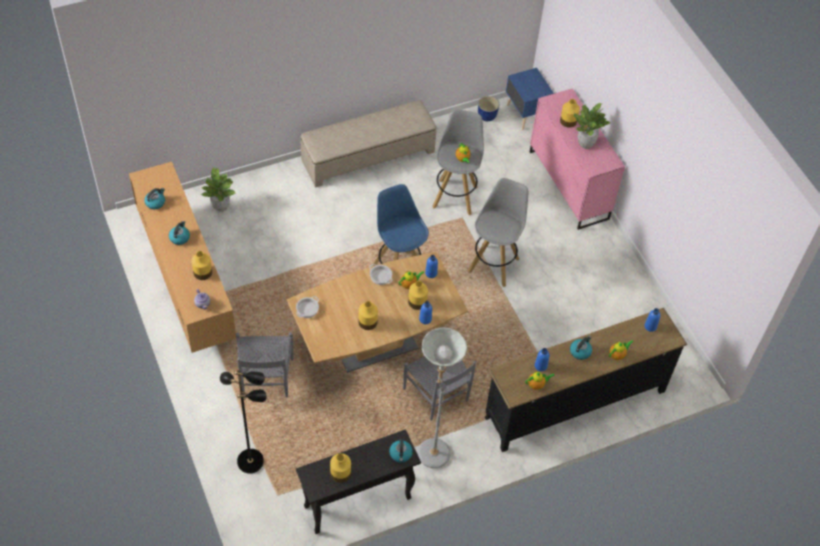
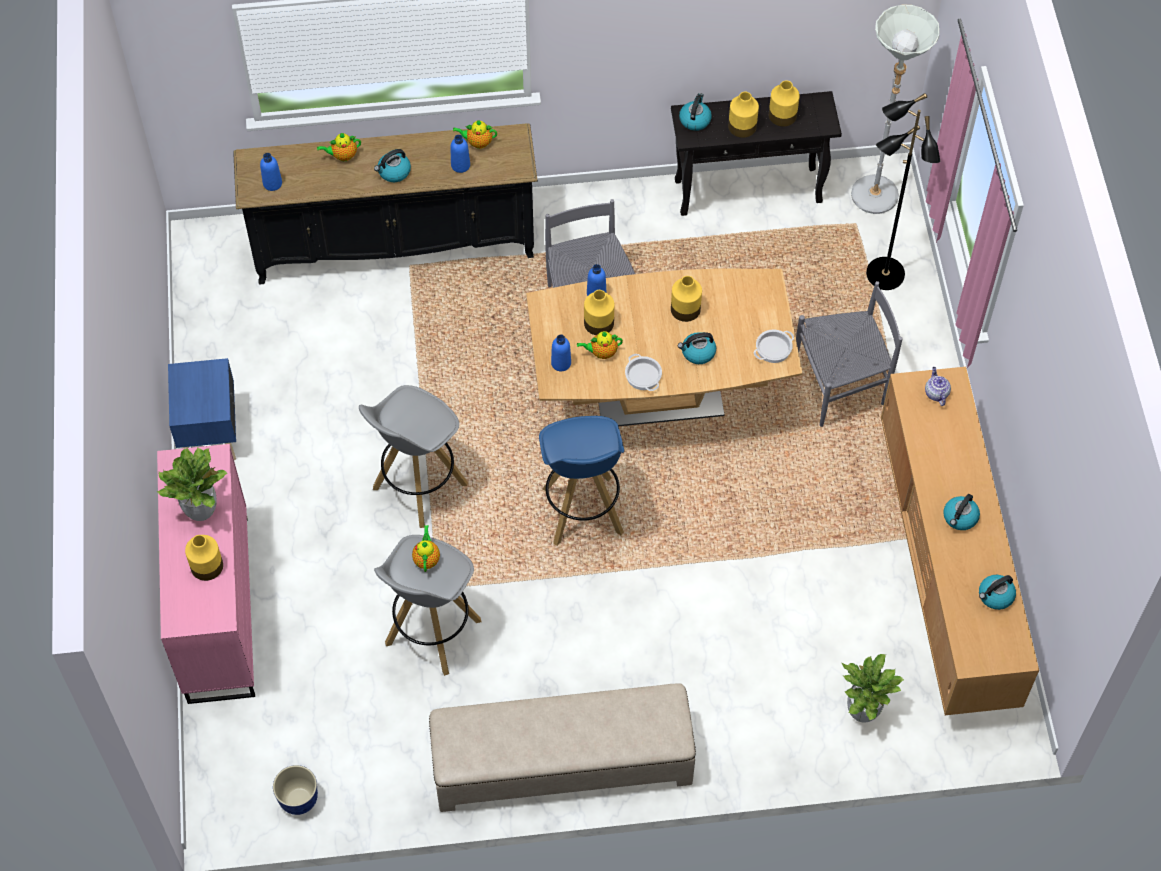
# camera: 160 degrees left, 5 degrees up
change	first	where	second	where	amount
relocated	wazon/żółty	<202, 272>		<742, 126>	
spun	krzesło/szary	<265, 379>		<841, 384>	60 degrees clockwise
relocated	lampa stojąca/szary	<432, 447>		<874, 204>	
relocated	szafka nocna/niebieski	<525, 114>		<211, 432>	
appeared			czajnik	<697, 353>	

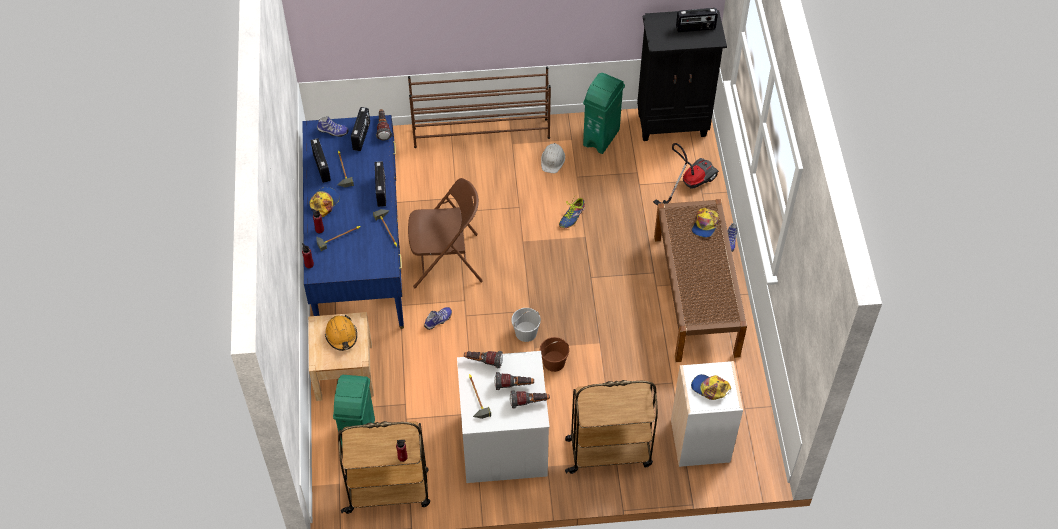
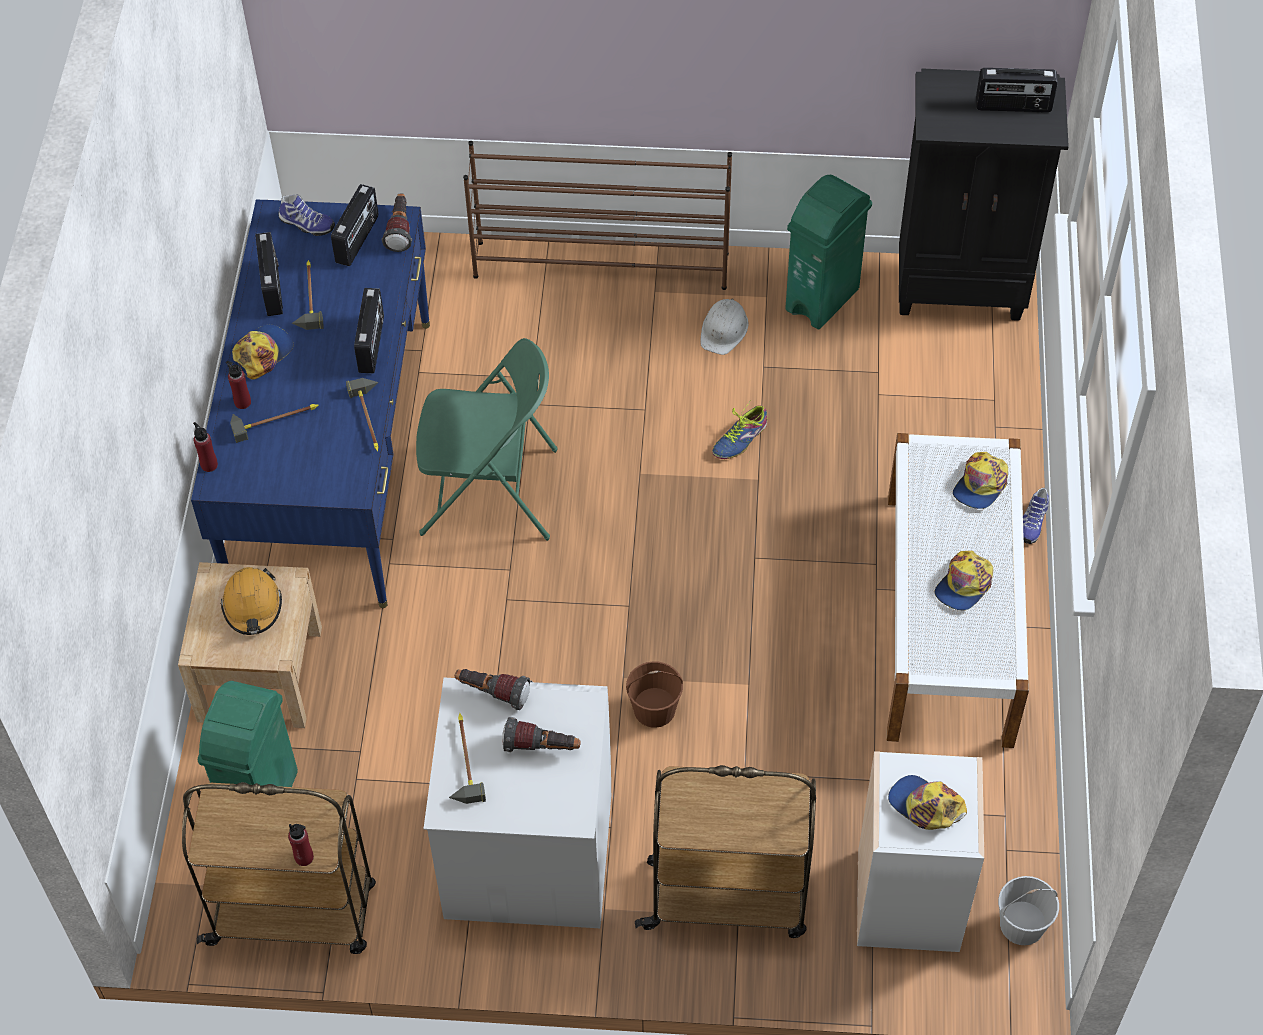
# camera: 10 degrees right, 0 degrees up
change	first	where	second	where	amount
colour	krzesło/brązowy	<445, 261>	krzesło/zielony	<489, 492>	
missing	but	<438, 320>			
missing	latarka	<529, 402>			
relocated	wiadro/biały	<525, 332>		<1021, 925>	
missing	odkurzacz	<688, 184>			
colour	ławka/brązowy	<696, 295>	ławka/biały	<950, 617>	
appeared			czapka z daszkiem	<964, 585>	

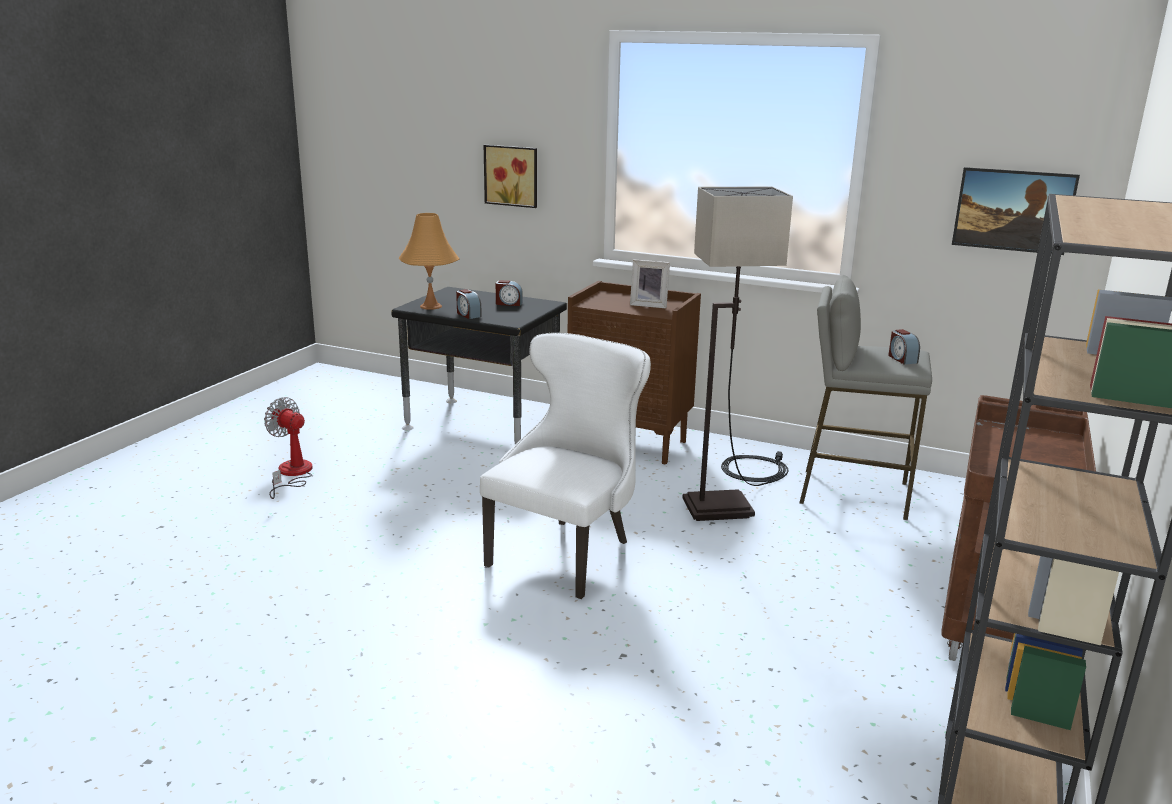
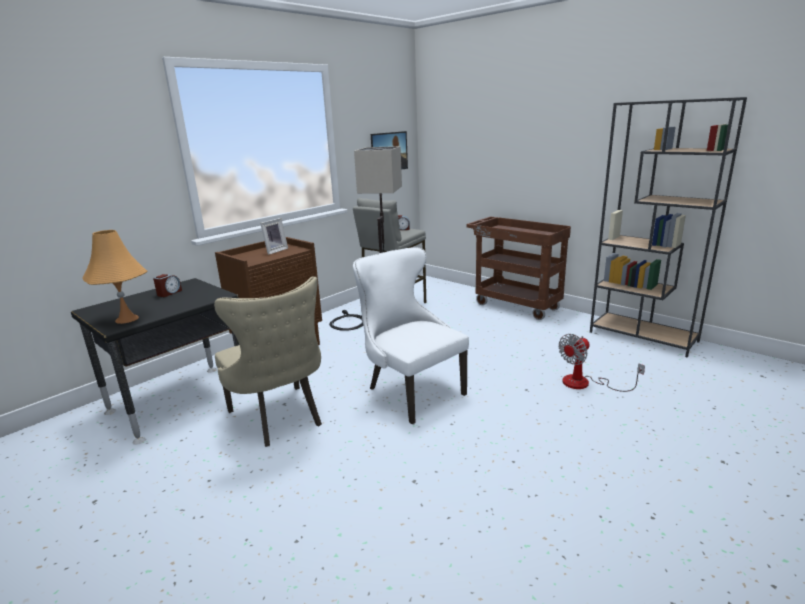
# camera: 70 degrees left, 0 degrees up
change	first	where	second	where	amount
relocated	wentylator	<292, 474>		<585, 383>	
missing	budzik	<468, 315>			
missing	obraz	<512, 175>			
appeared			krzesło/beżowy	<280, 417>	

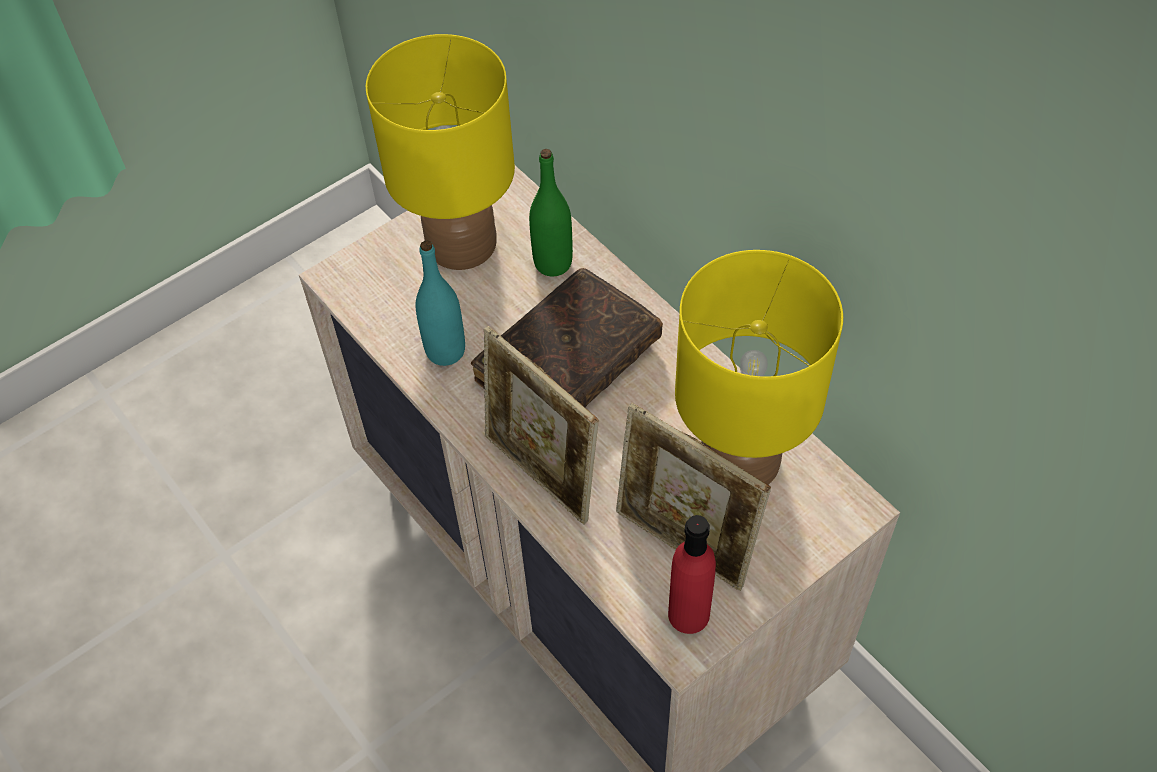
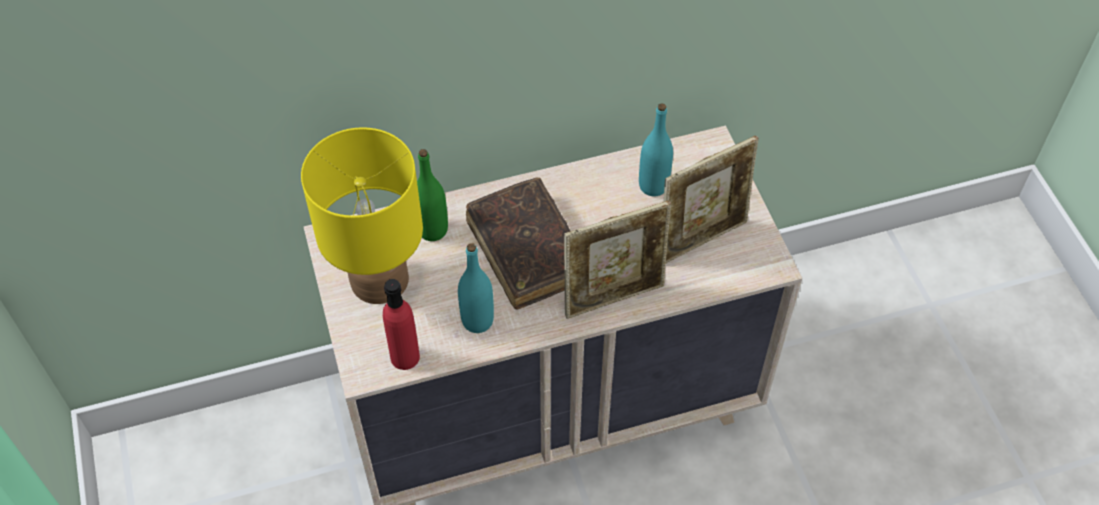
# camera: 70 degrees left, 0 degrees up
change	first	where	second	where	amount
relocated	butelka/czerwony	<688, 614>		<405, 357>	
exchanged	lampa stołowa/żółty	<741, 460>	butelka/turkusowy	<653, 186>	

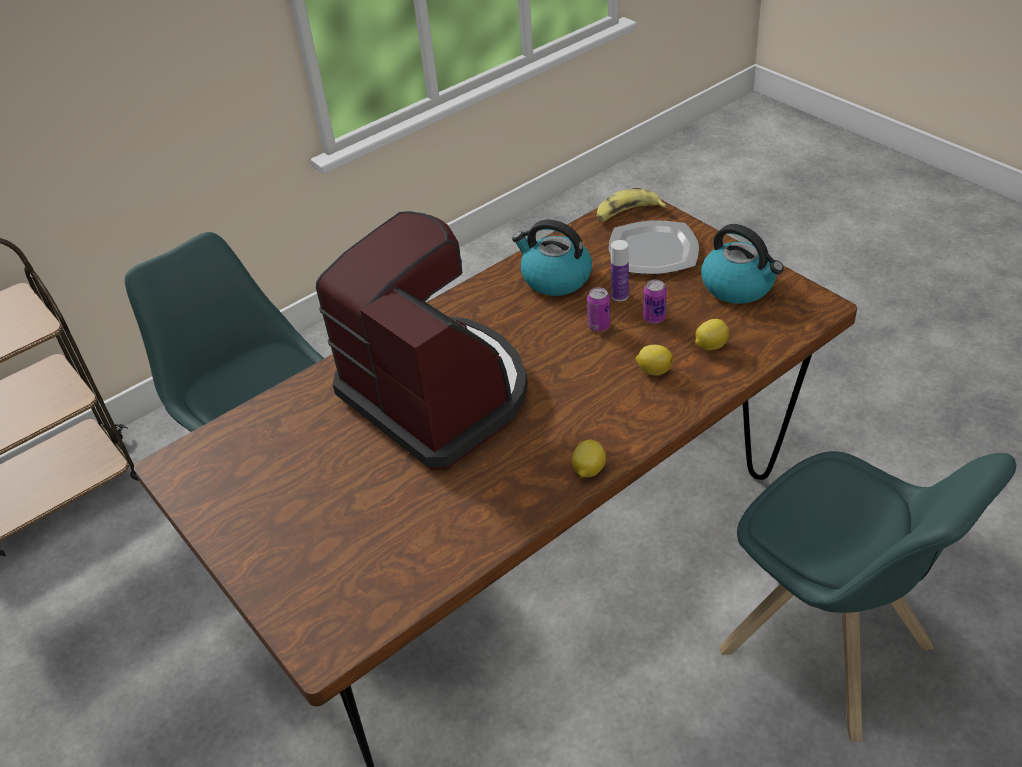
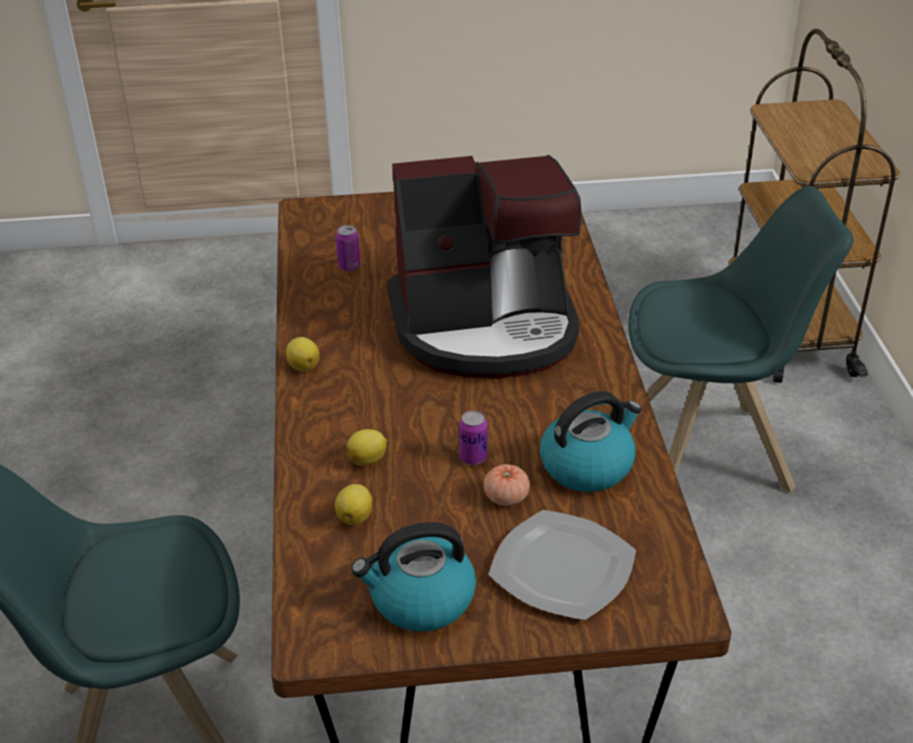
# camera: 120 degrees right, 5 degrees down
change	first	where	second	where	amount
missing	banan	<627, 214>			
exchanged	butelka	<619, 296>	pomidor	<506, 497>	
relocated	puszka	<654, 318>		<349, 266>	

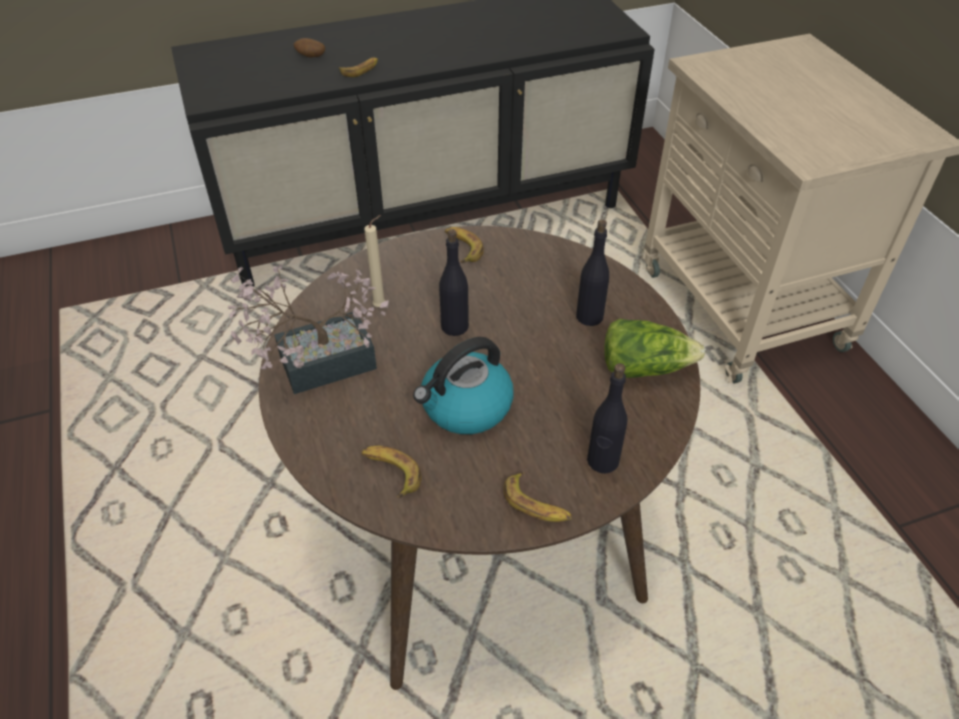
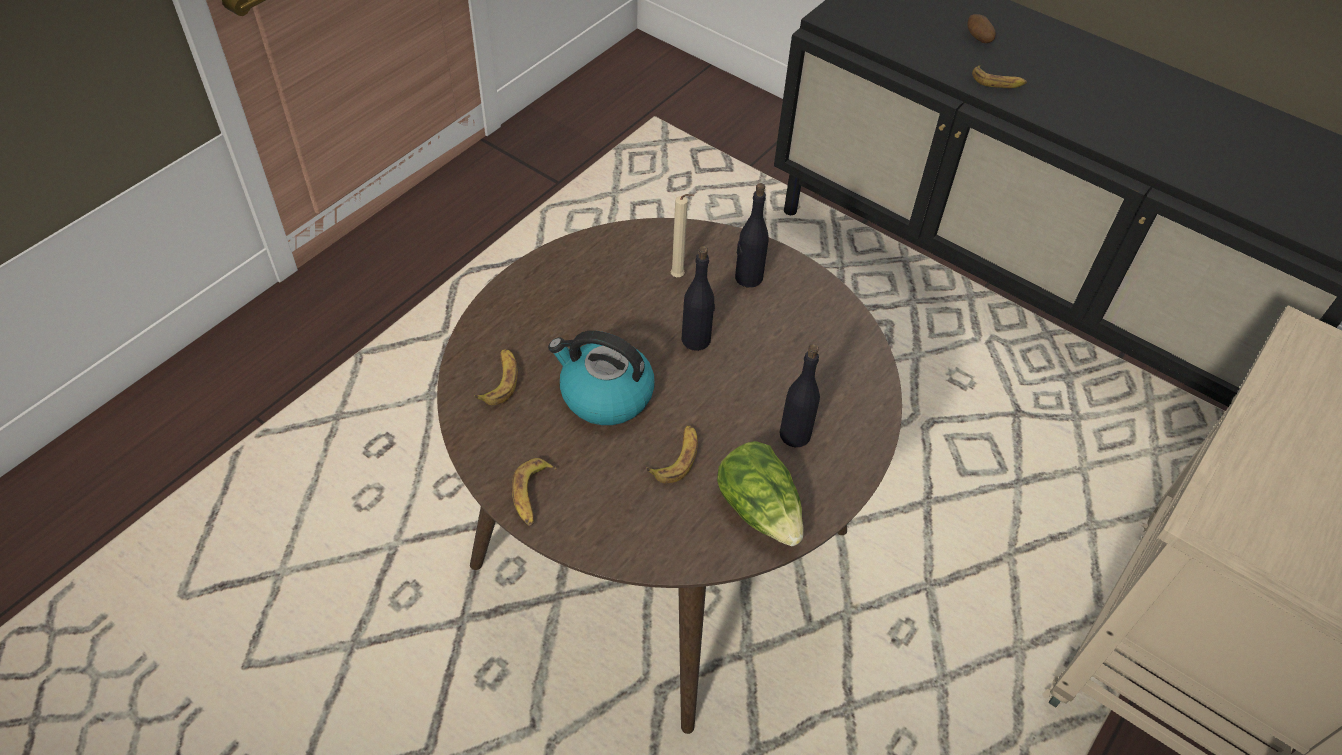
# camera: 55 degrees right, 5 degrees up
change	first	where	second	where	amount
missing	roślina doniczkowa	<316, 365>			
relocated	banan	<462, 248>		<676, 457>	
relocated	butelka/czarny	<602, 461>		<748, 278>	

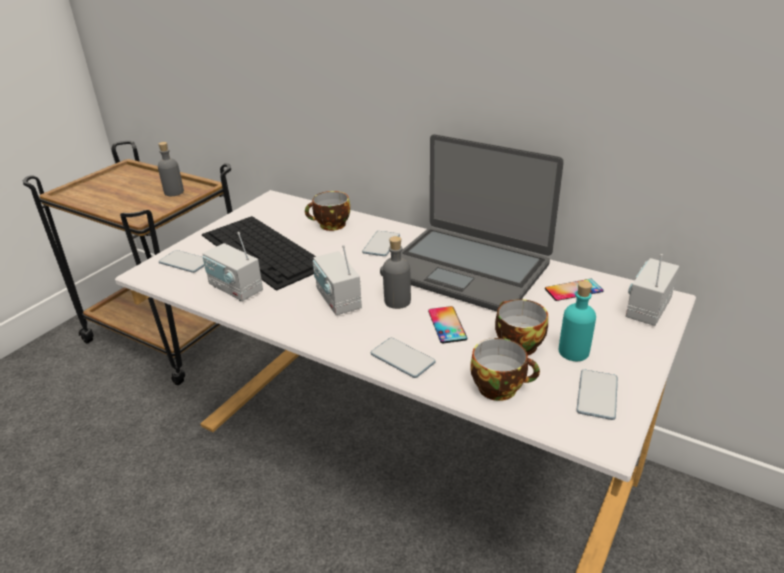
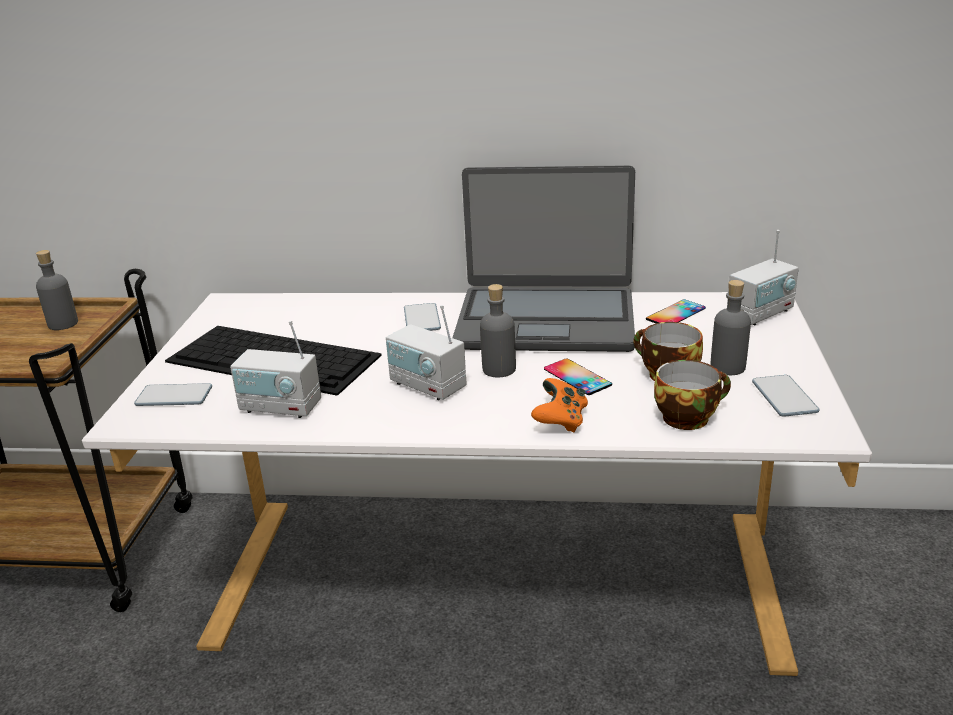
# camera: 25 degrees left, 5 degrees down
change	first	where	second	where	amount
missing	filiżanka	<331, 225>			
exchanged	telefon	<402, 358>	pad do gier/pomarańczowy	<561, 421>	
colour	butelka/turkusowy	<573, 352>	butelka/szary	<728, 367>	
spun	radio	<647, 309>		<760, 314>	135 degrees counterclockwise

